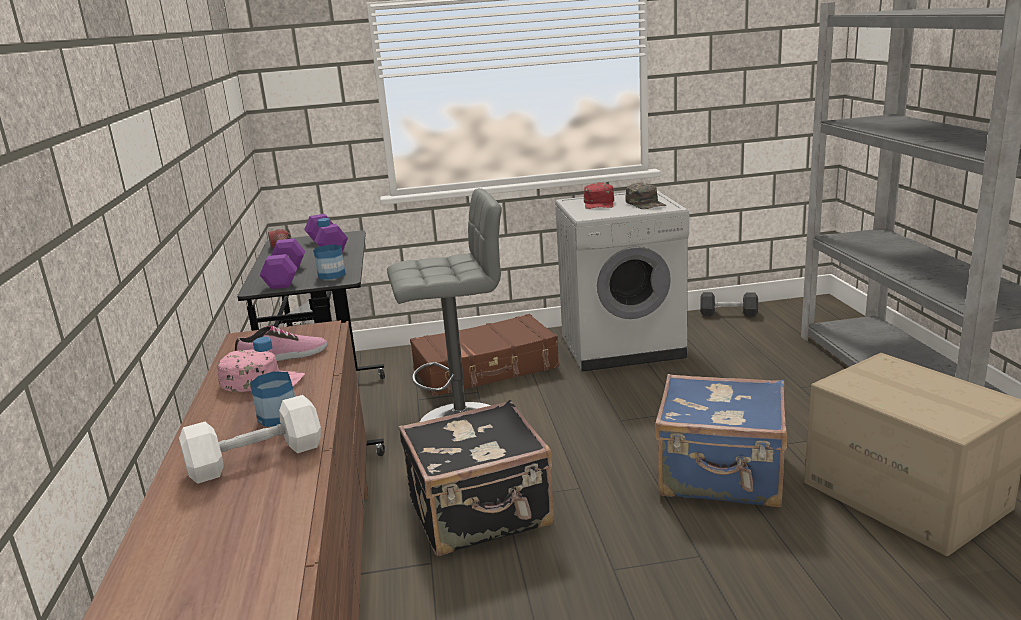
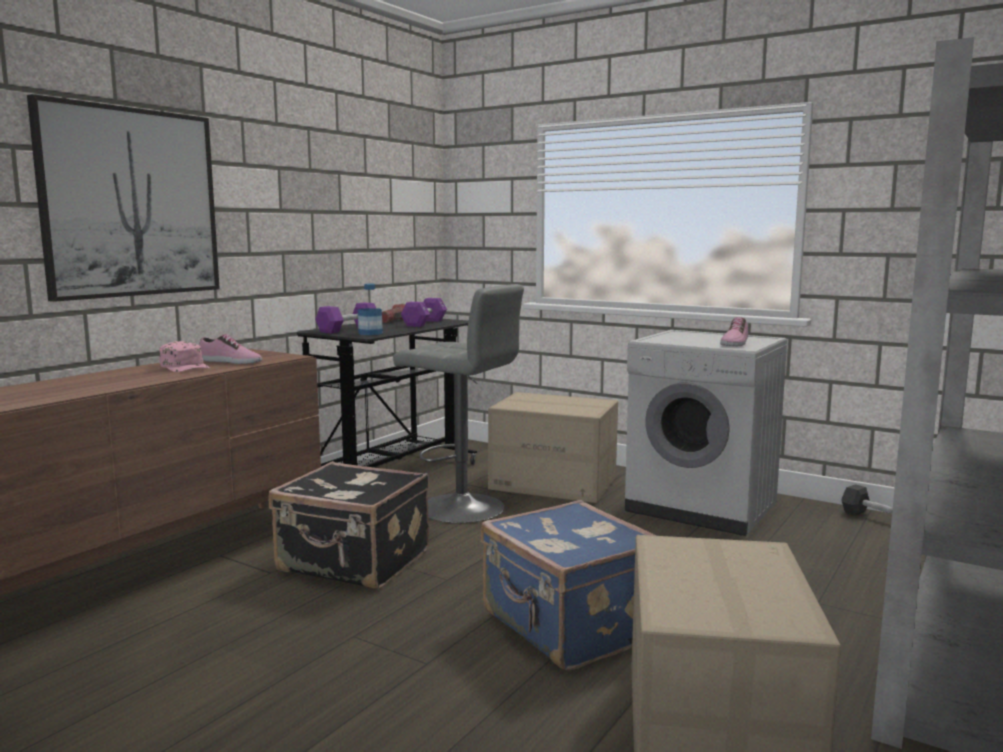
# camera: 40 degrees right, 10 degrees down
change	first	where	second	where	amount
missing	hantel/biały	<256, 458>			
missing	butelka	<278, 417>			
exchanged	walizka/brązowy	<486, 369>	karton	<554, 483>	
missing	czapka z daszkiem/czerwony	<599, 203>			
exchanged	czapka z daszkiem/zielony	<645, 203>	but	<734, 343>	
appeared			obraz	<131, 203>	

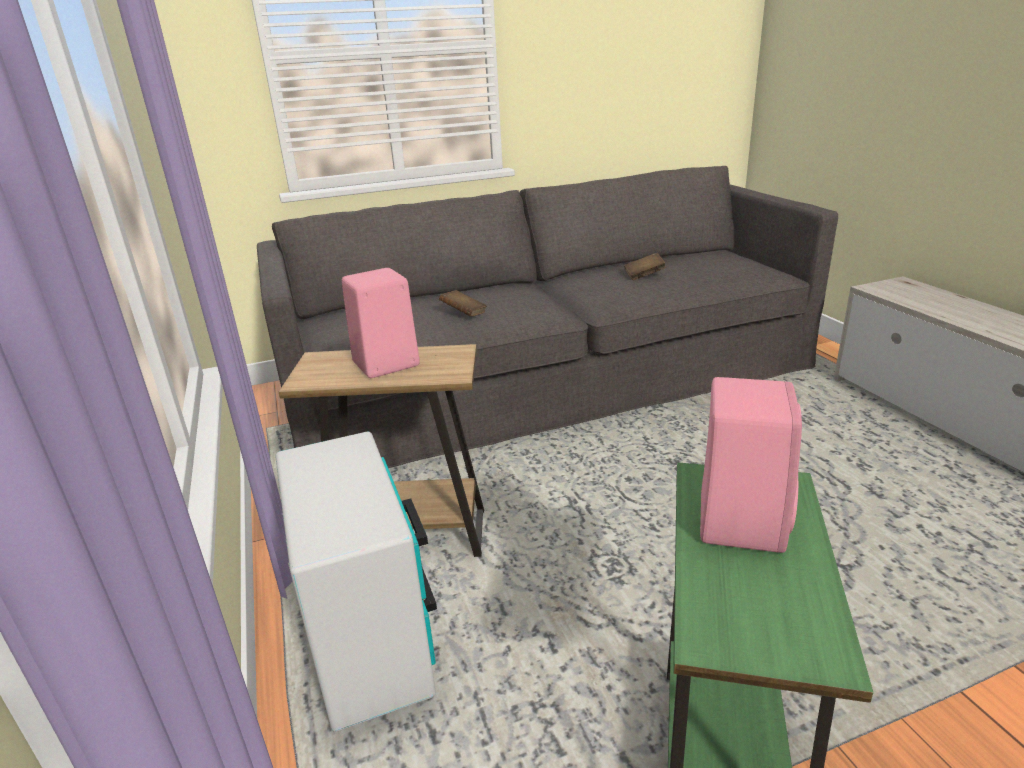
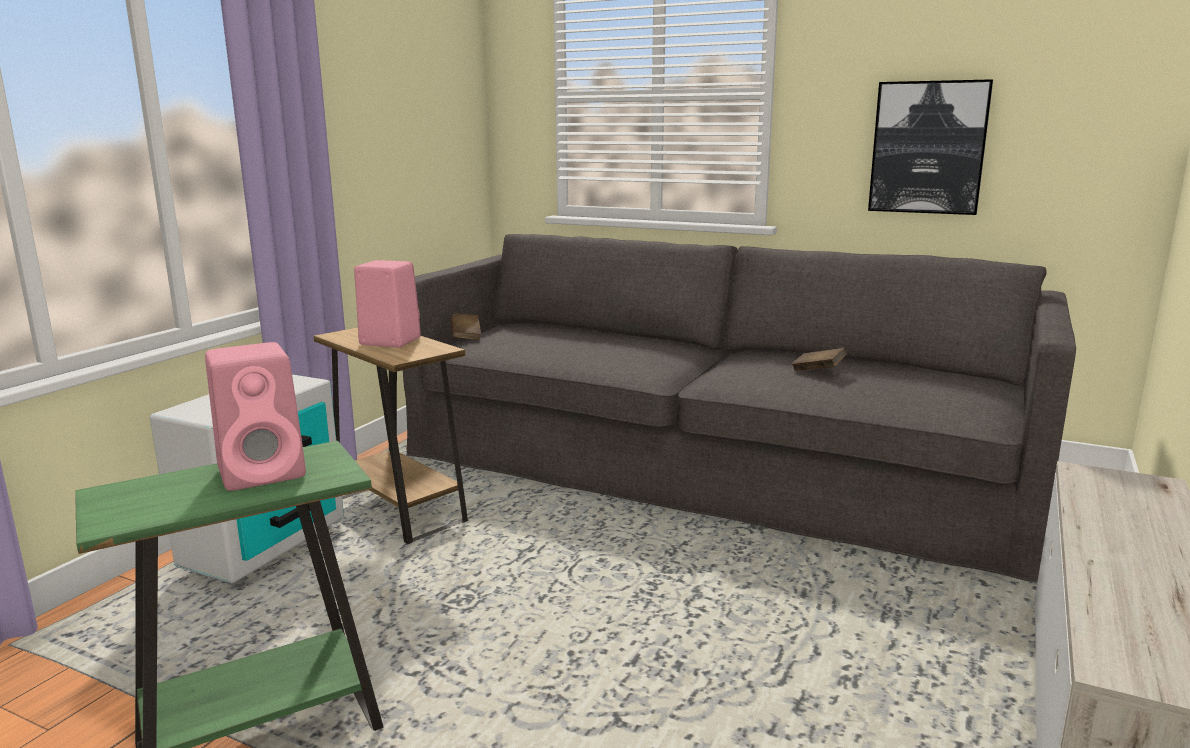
# camera: 45 degrees right, 10 degrees down
change	first	where	second	where	amount
relocated	książka/brązowy	<464, 313>		<466, 336>	
appeared			obraz	<928, 147>	

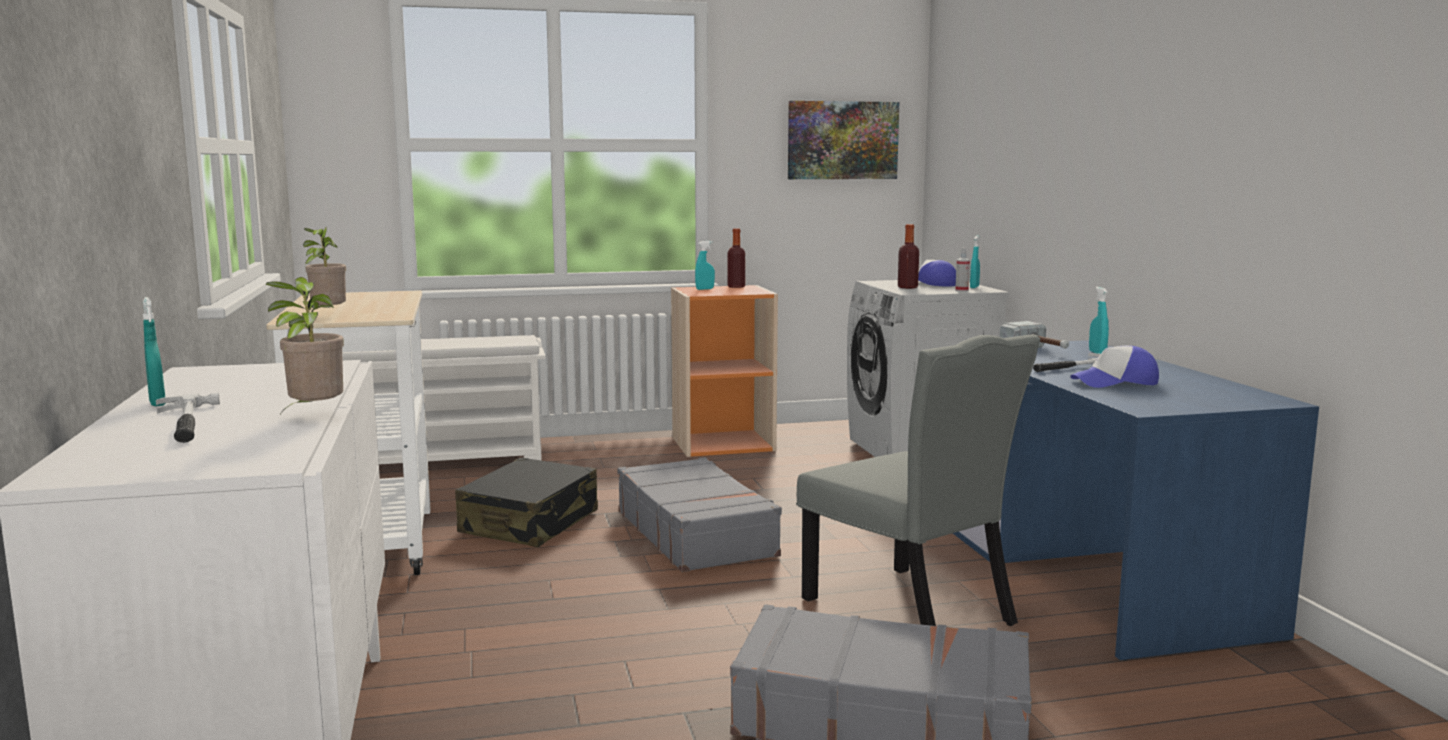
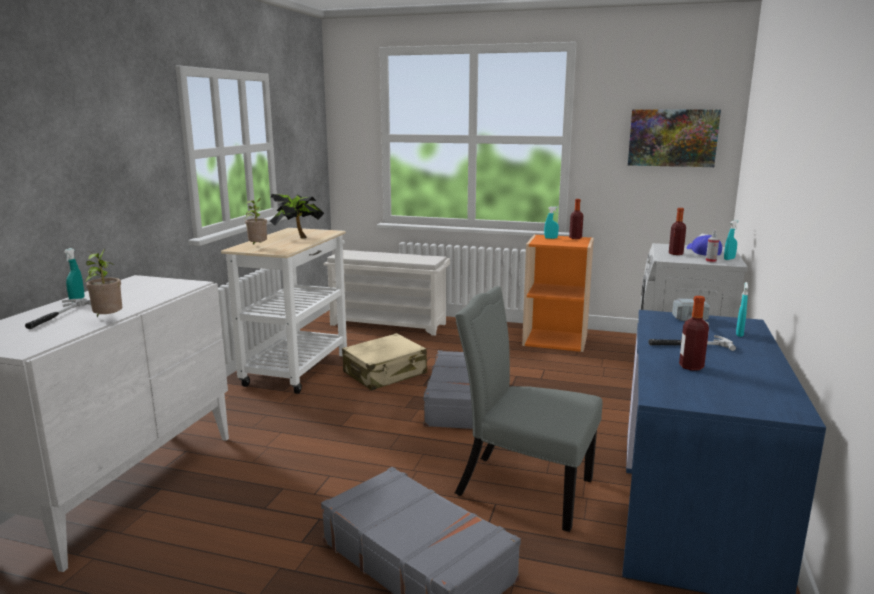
# camera: 30 degrees right, 5 degrees up
change	first	where	second	where	amount
colour	walizka/czarny	<530, 523>	walizka/beżowy	<385, 373>	
spun	krzesło/szary	<908, 608>		<526, 490>	120 degrees clockwise
exchanged	czapka z daszkiem	<1115, 383>	butelka	<691, 367>	
appeared			roślina doniczkowa	<298, 237>	

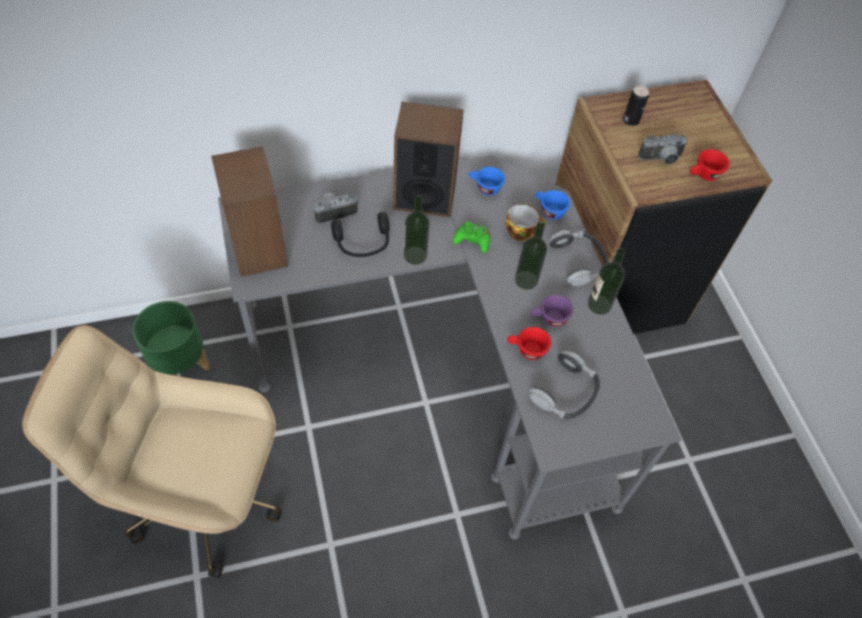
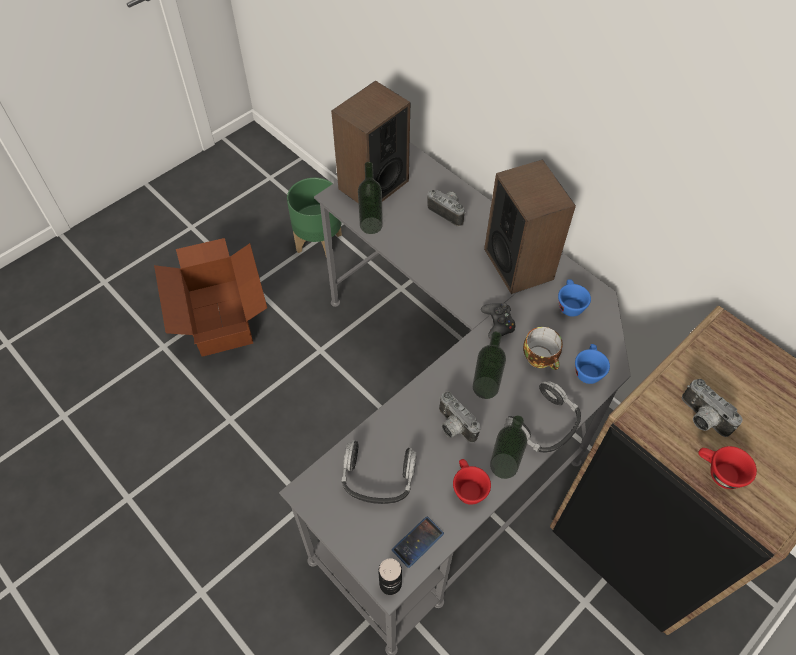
# camera: 65 degrees right, 0 degrees up
change	first	where	second	where	amount
exchanged	krzesło biurowe/beżowy	<201, 500>	karton	<221, 316>	
missing	słuchawki/czarny	<363, 243>			
relocated	butelka	<415, 255>		<371, 225>	
colour	pad do gier/zielony	<472, 240>	pad do gier/czarny	<498, 323>	
relocated	filiżanka/czerwony	<526, 350>		<467, 487>	
exchanged	filiżanka/fioletowy	<549, 319>	aparat fotograficzny	<453, 427>	
relocated	puszka	<631, 120>		<390, 583>	
appeared			telefon	<417, 542>	

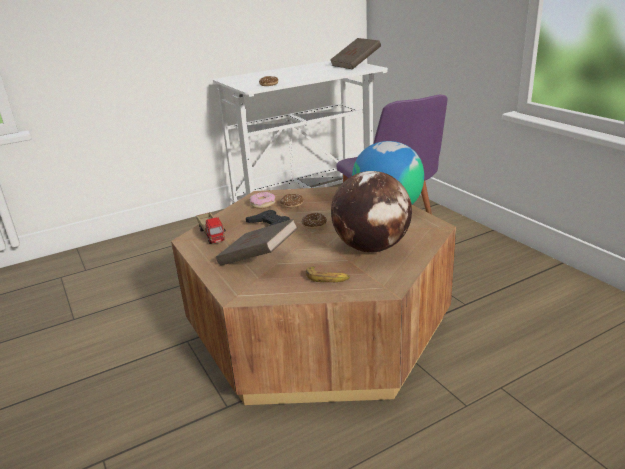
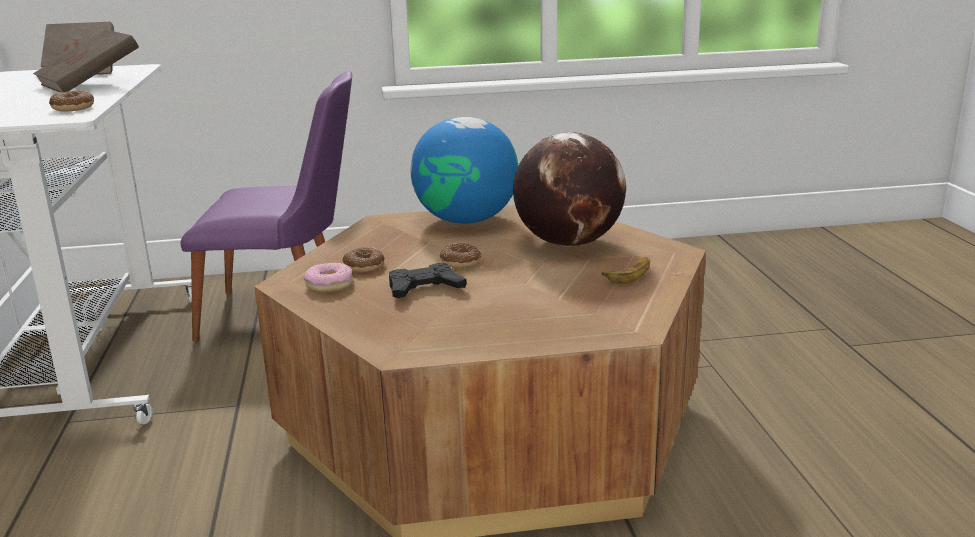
# camera: 70 degrees left, 5 degrees down
change	first	where	second	where	amount
missing	ciężarówka zabawkowa	<212, 236>			
relocated	książka/brązowy	<258, 259>		<90, 84>	

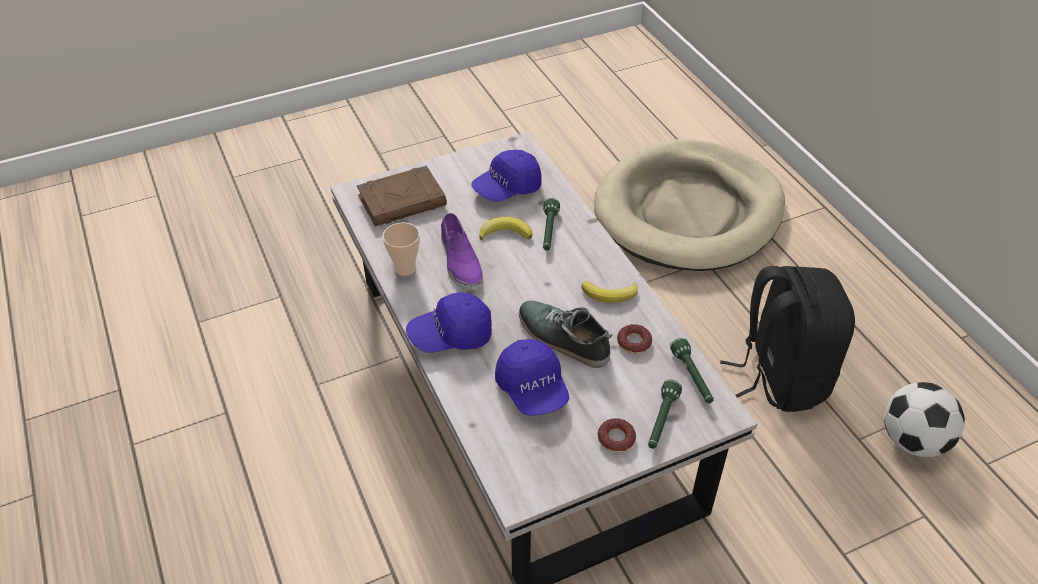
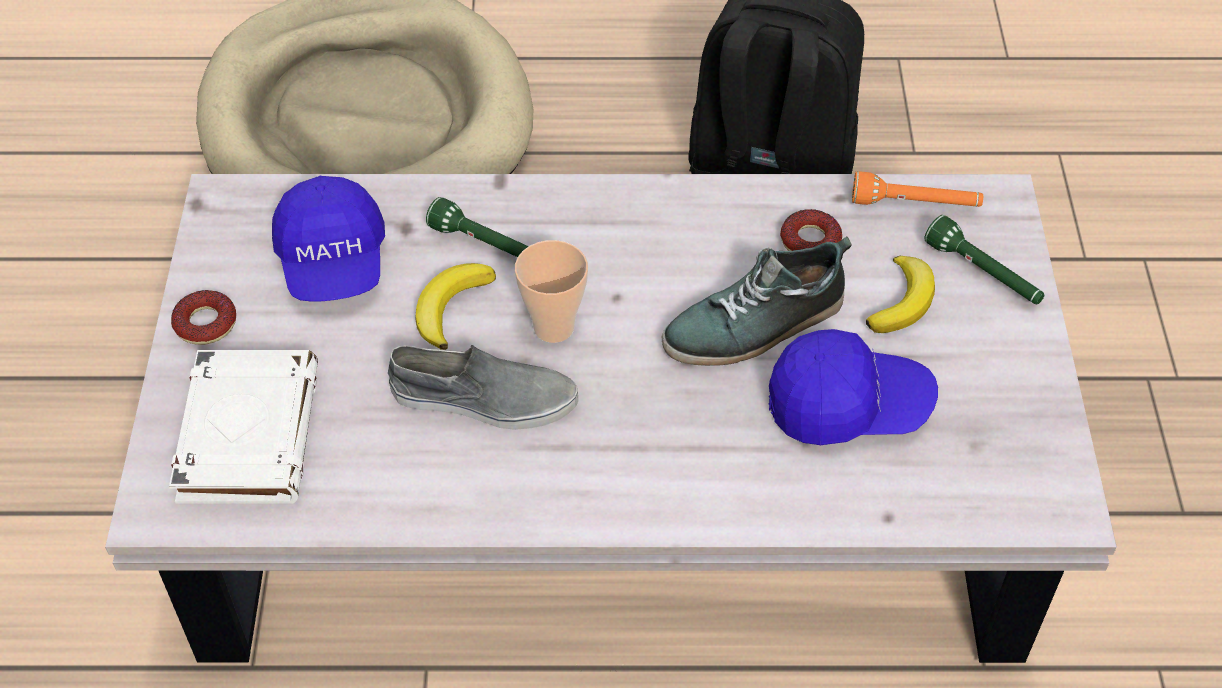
# camera: 65 degrees left, 5 degrees up
change	first	where	second	where	amount
colour	książka/brązowy	<403, 201>	książka/biały	<248, 432>	
relocated	filiżanka	<405, 268>		<554, 327>	
missing	czapka z daszkiem/niebieski	<451, 335>			
colour	but/fioletowy	<460, 261>	but/szary	<483, 399>	
relocated	banan	<610, 294>		<902, 300>	
relocated	donut	<616, 438>		<205, 323>	
colour	latarka/zielony	<692, 378>	latarka/pomarańczowy	<915, 204>	
missing	piłka futbolowa	<912, 441>			

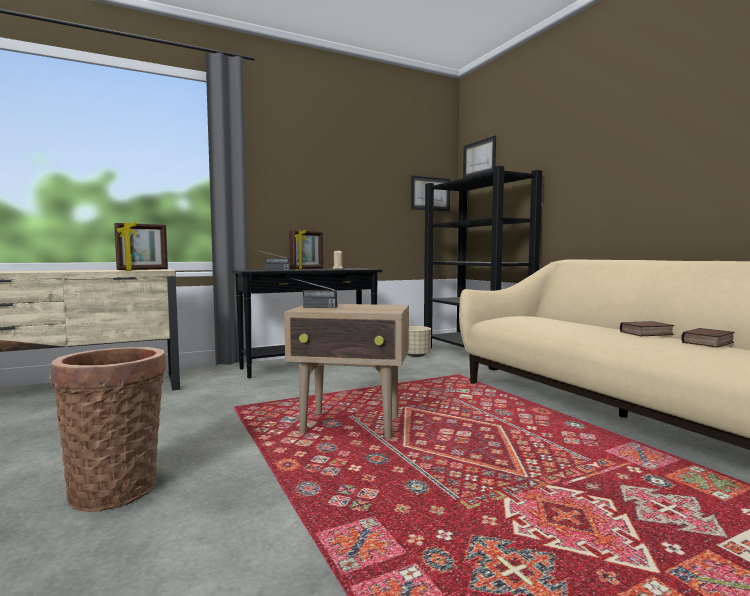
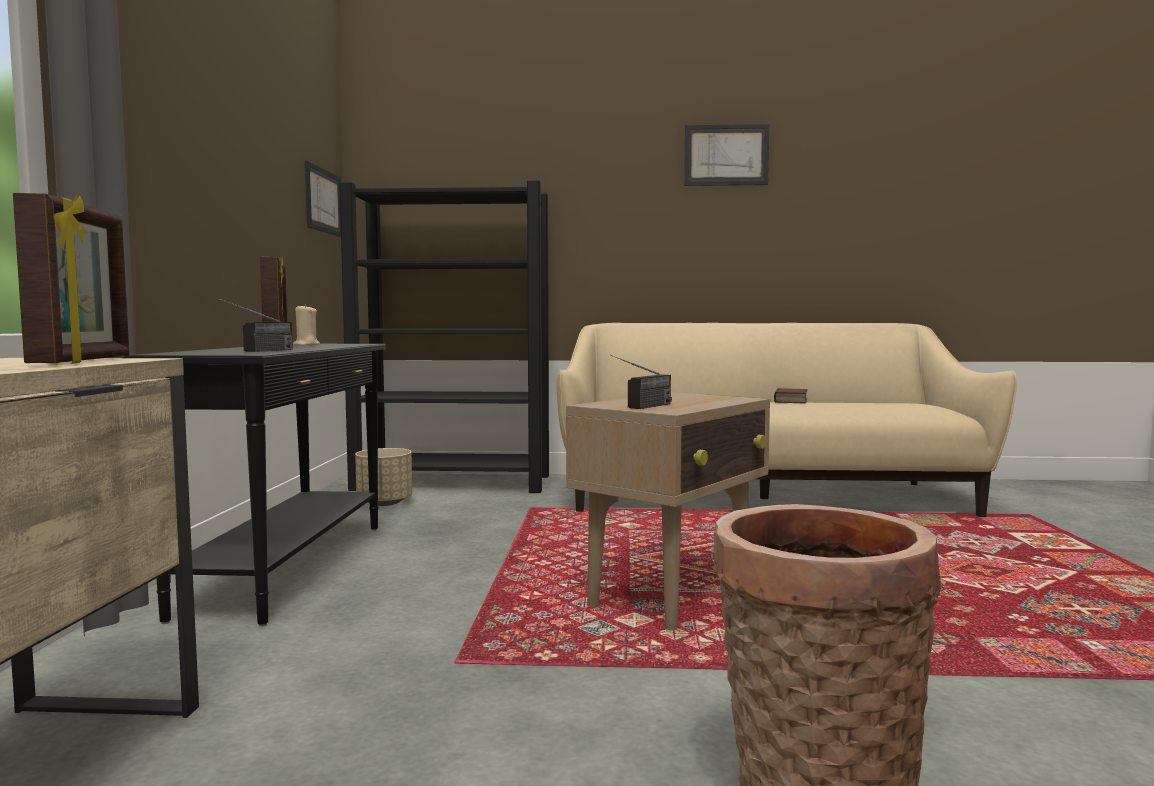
# camera: 60 degrees left, 0 degrees up
change	first	where	second	where	amount
relocated	obraz	<479, 158>		<726, 155>	
missing	książka	<709, 343>			

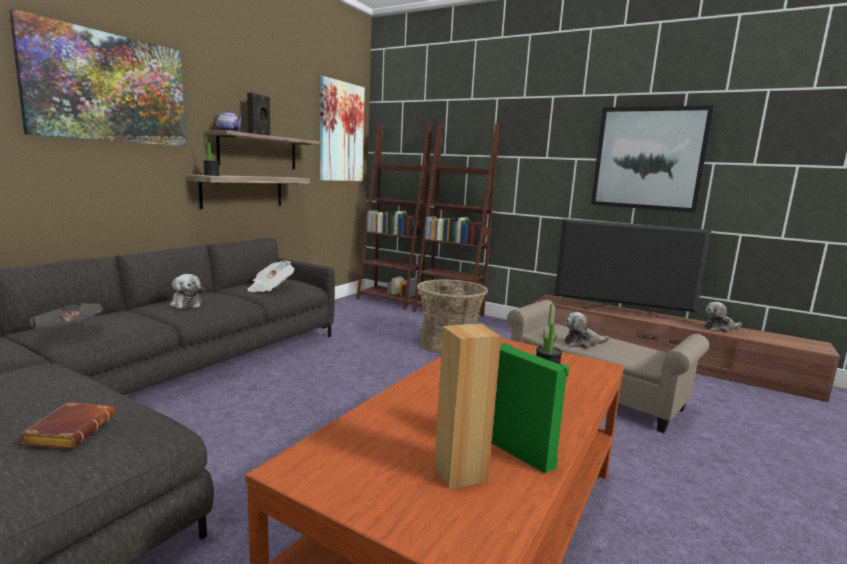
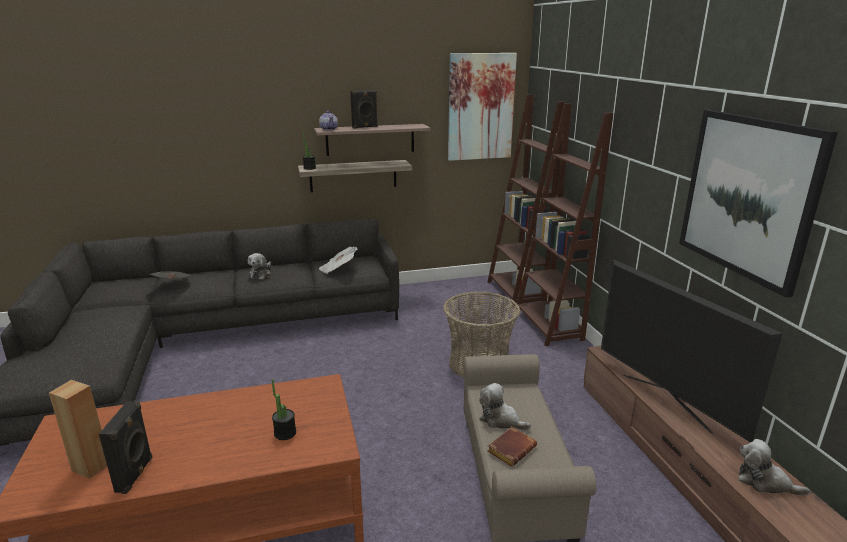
# camera: 45 degrees right, 10 degrees up
change	first	where	second	where	amount
missing	obraz	<109, 88>			
relocated	książka/brązowy	<70, 430>		<511, 449>	
colour	głośnik/zielony	<521, 452>	głośnik/czarny	<135, 474>	

